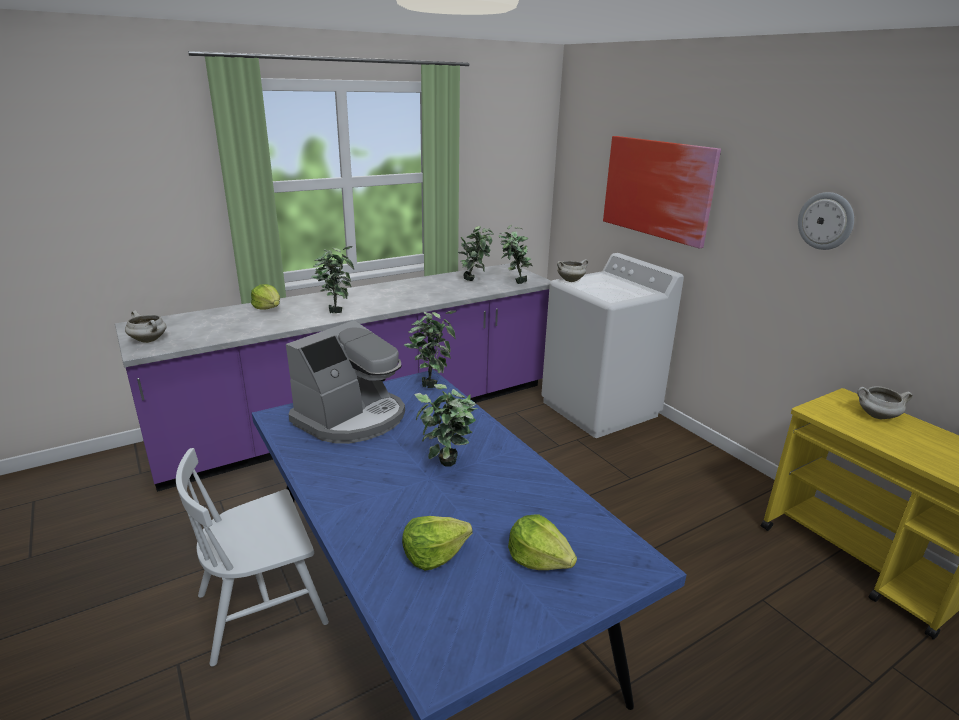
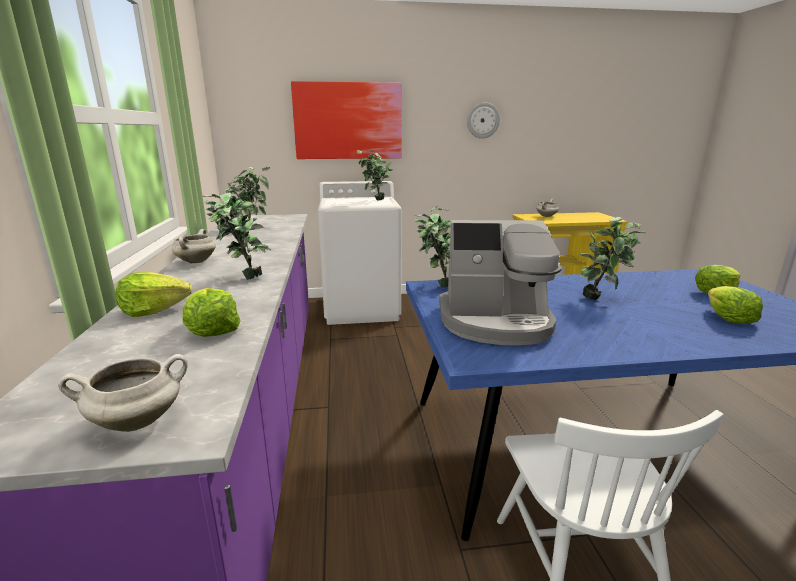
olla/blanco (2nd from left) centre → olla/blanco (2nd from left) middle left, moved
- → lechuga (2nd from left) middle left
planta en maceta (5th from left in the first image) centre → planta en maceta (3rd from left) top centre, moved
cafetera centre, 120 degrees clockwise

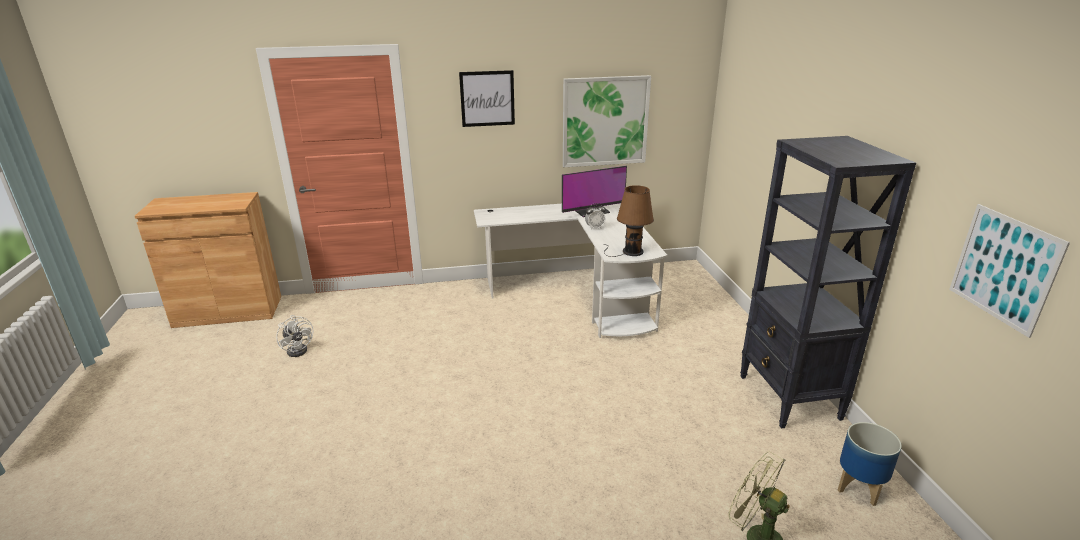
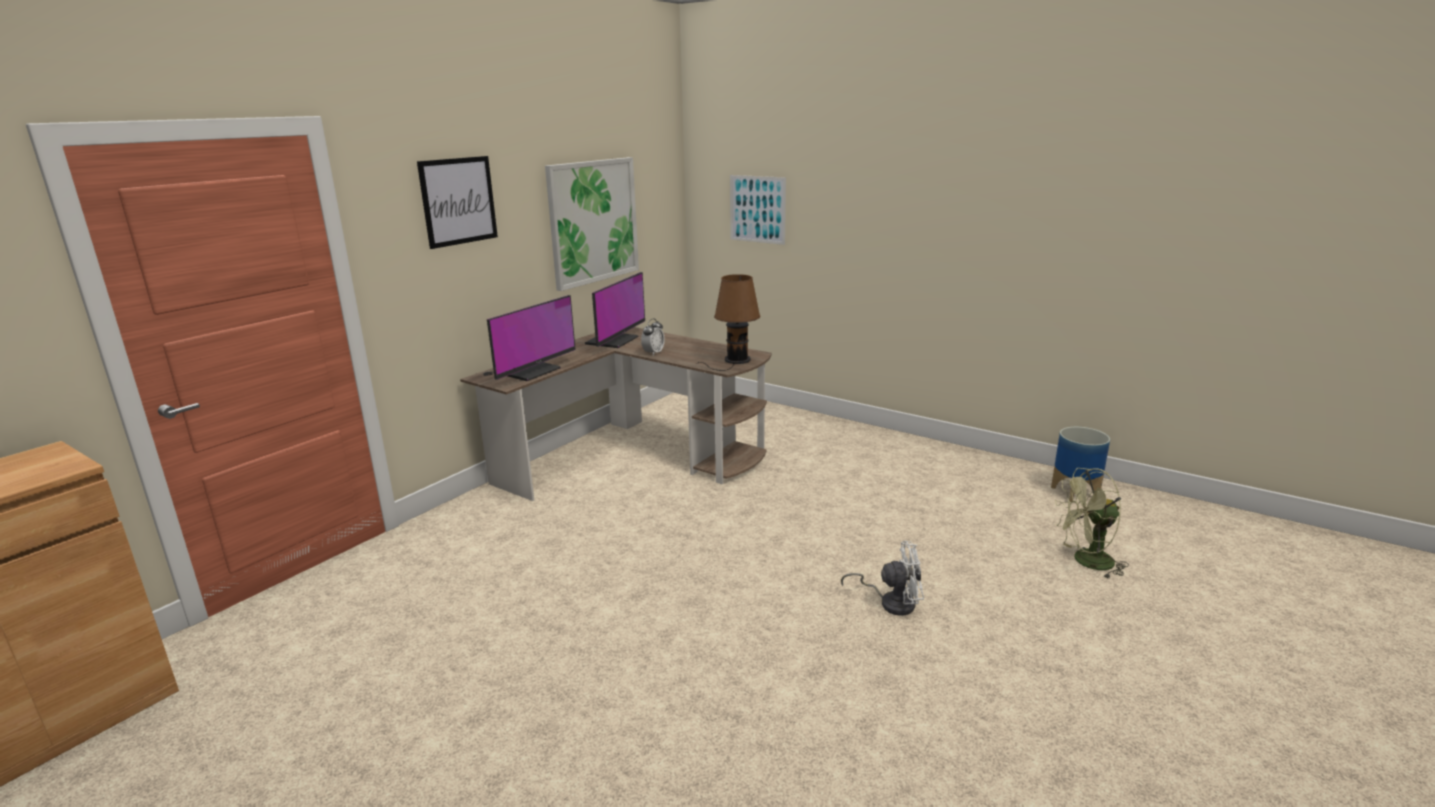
escritorio/blanco centre → escritorio/marrón centre
- → monitor (1st from left) centre
cuadro (3rd from left) middle right → cuadro (3rd from left) top centre, moved
ventilador/blanco middle left → ventilador/blanco bottom centre, moved
estantería/negro middle right → -

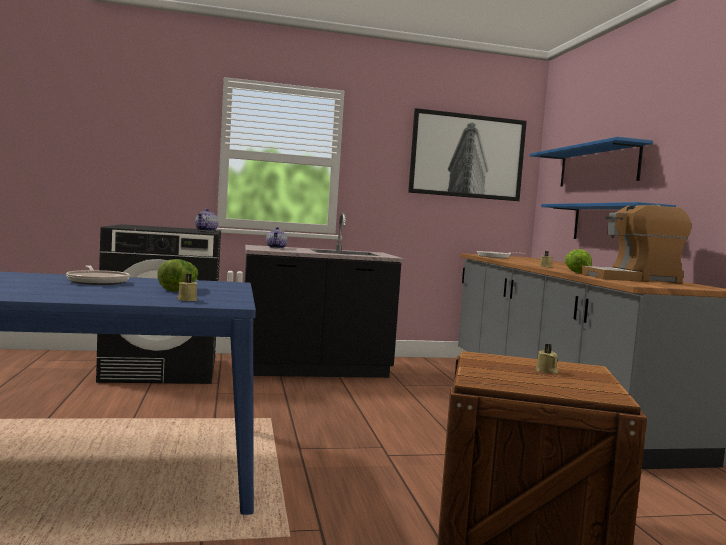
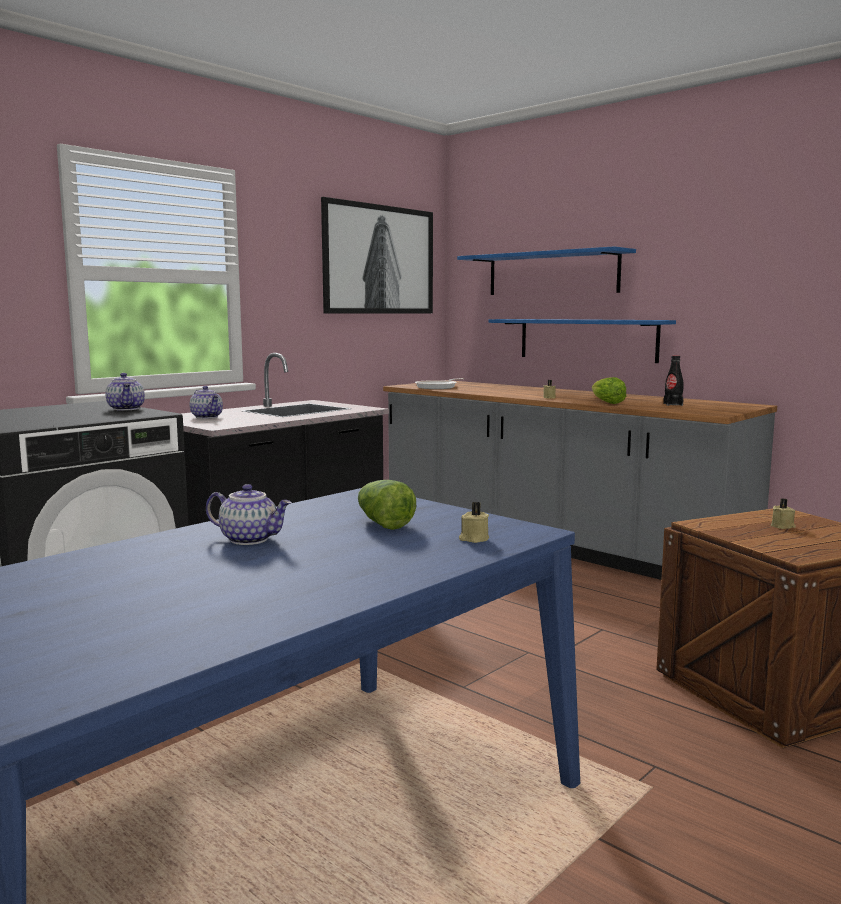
sartén (1st from left) middle left → tetera (3rd from left) middle left
cafetera middle right → botella/negro middle right

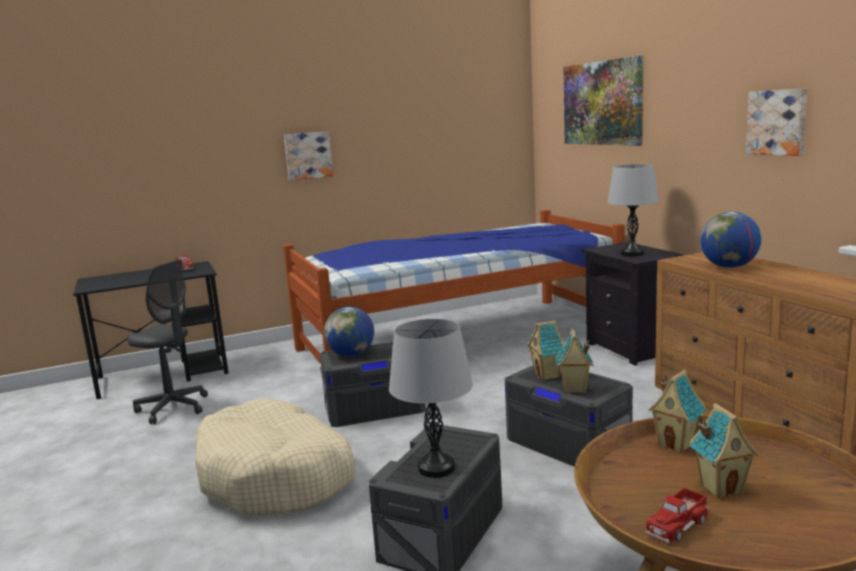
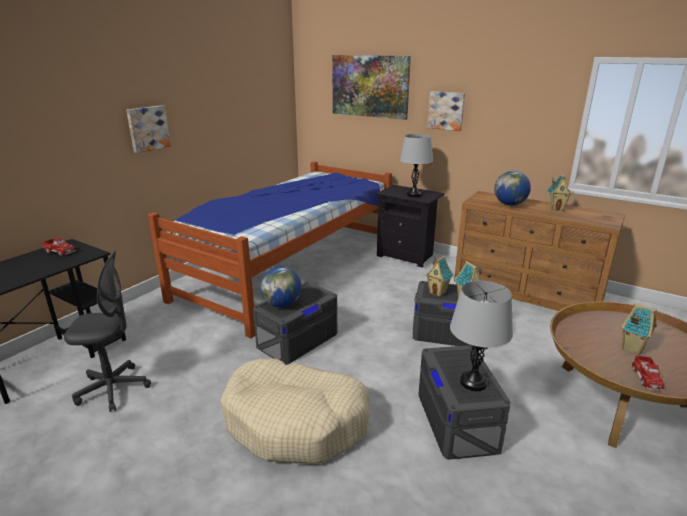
cuadro (3rd from left) top right → cuadro (3rd from left) top centre, moved
casita (3rd from left) bottom right → casita (3rd from left) middle right, moved

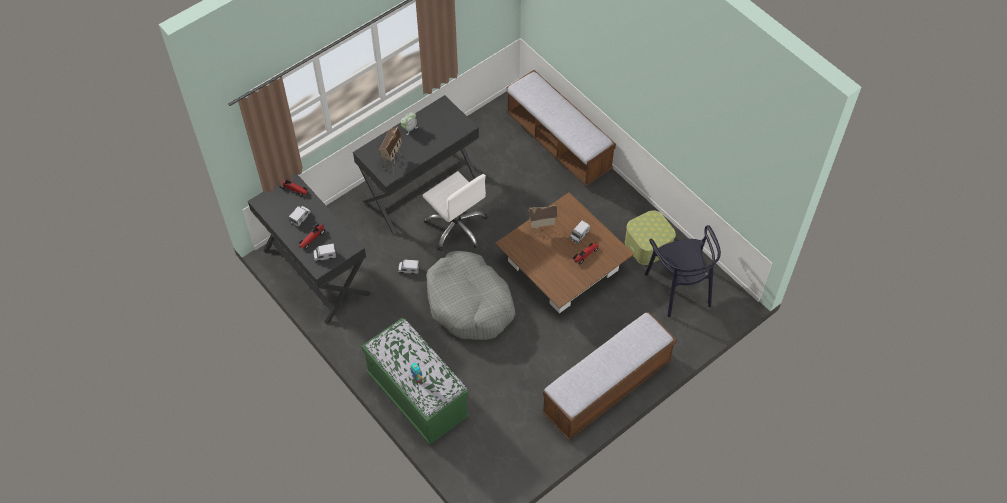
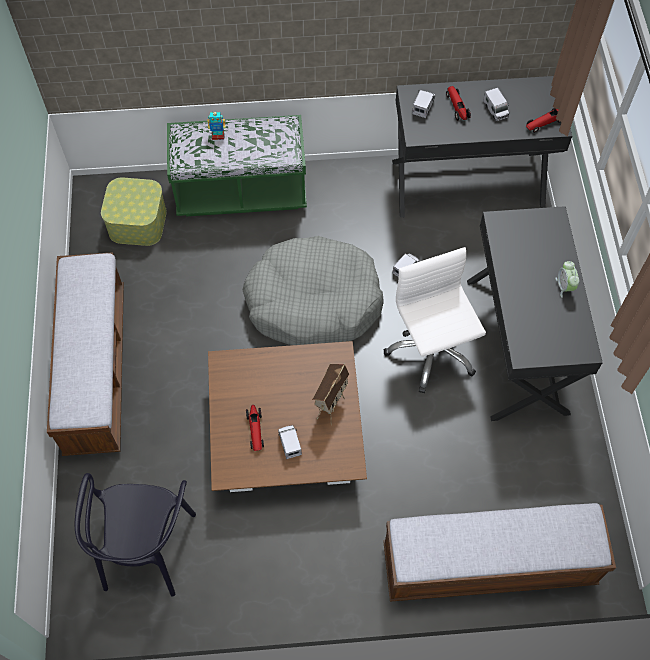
silla/negro middle right → silla/negro bottom left, 105 degrees counterclockwise
caja de almacenaje centre → caja de almacenaje top left, moved
silla de oficina/blanco centre → silla de oficina/blanco middle right, 75 degrees clockwise
casita (1st from left) top centre → -

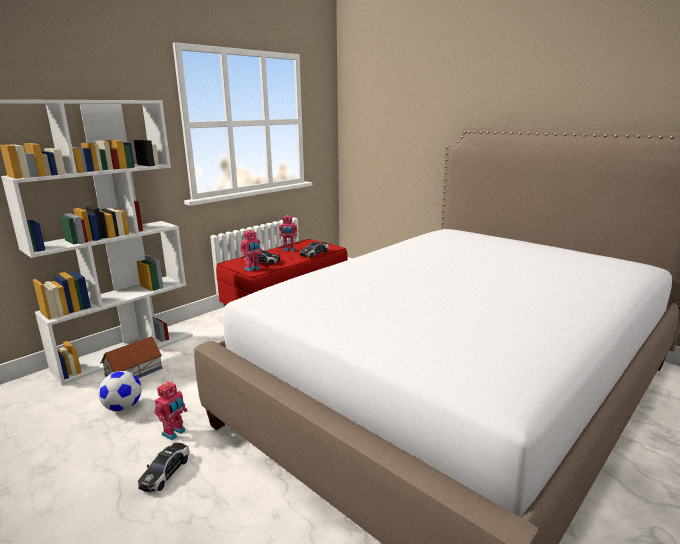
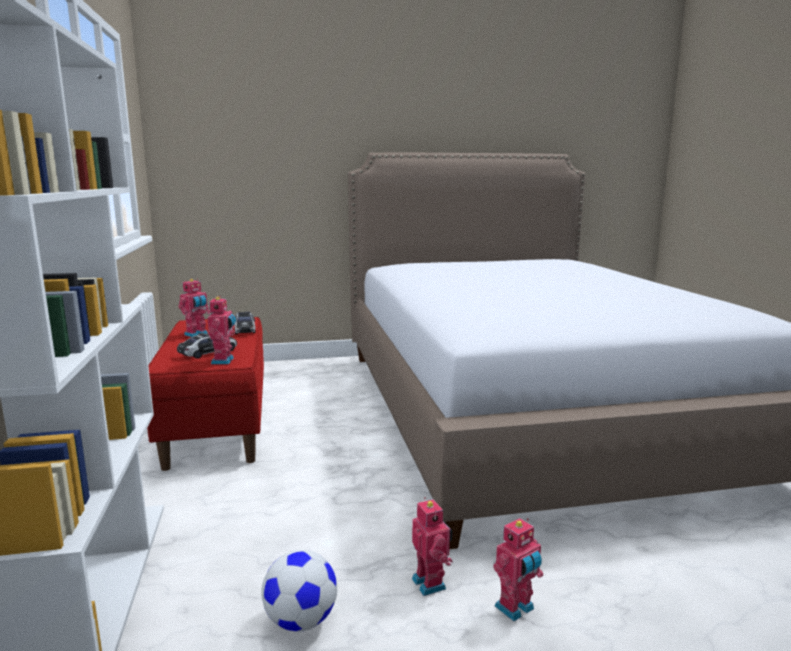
coche de juguete (1st from left) bottom left → robot de juguete (4th from left) bottom centre
casita middle left → -

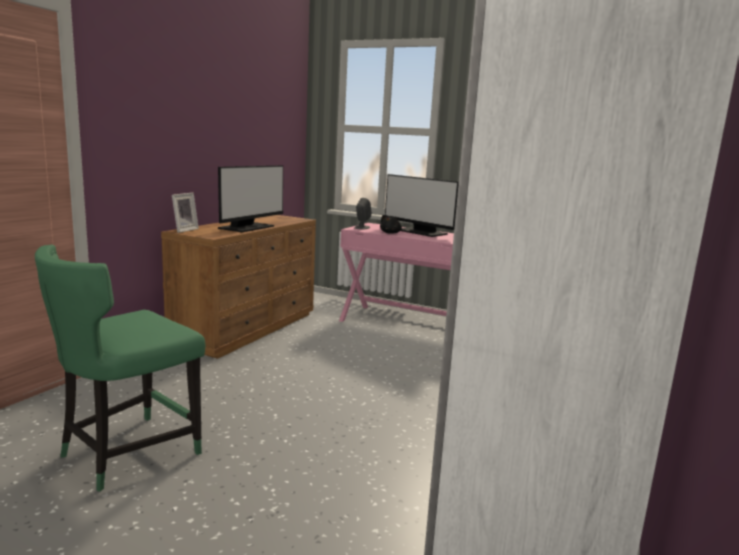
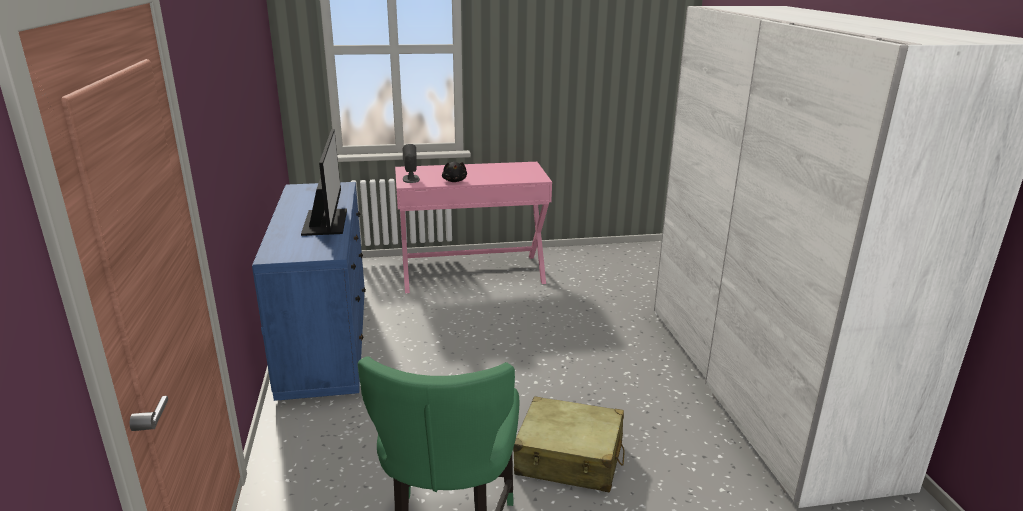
cómoda/marrón middle left → cómoda/azul middle left
- → maleta/beis bottom centre
portarretratos middle left → -
monitor (2nd from left) centre → -

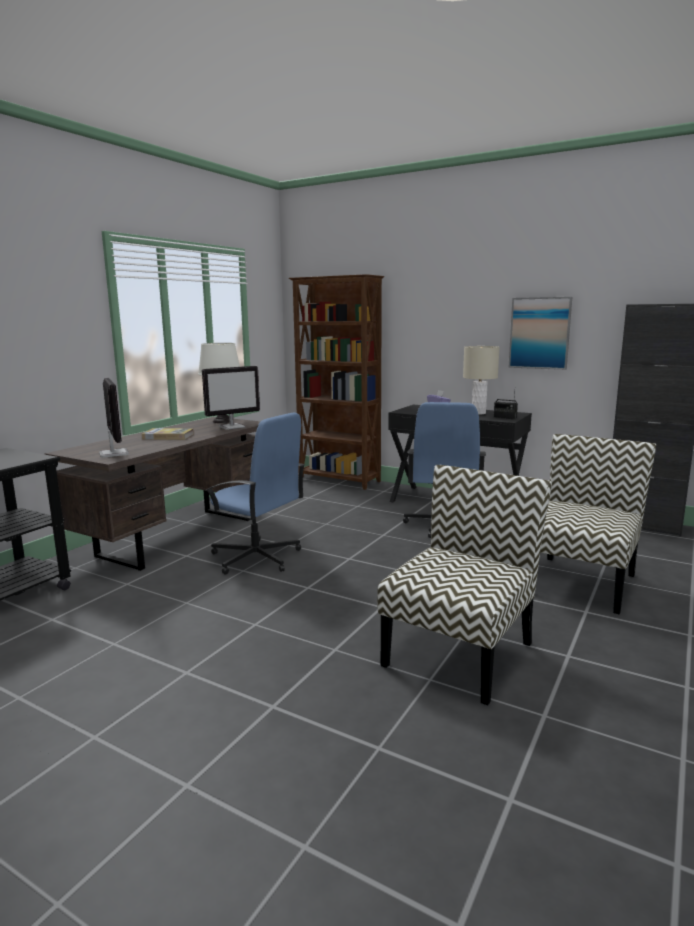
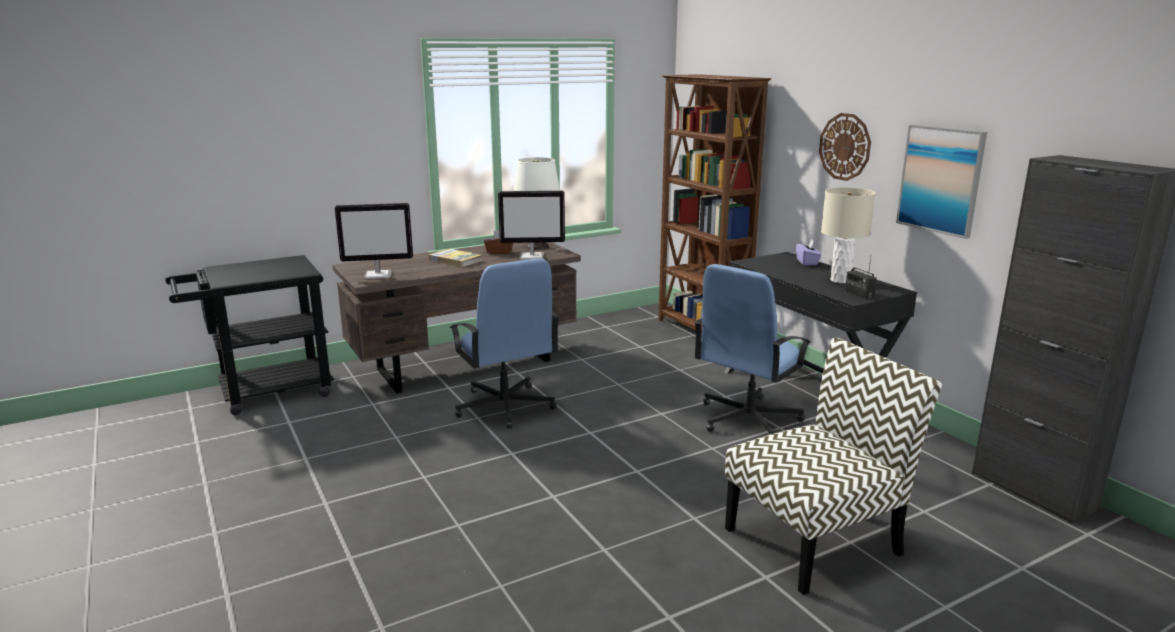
monitor (1st from left) middle left, 75 degrees clockwise
- → caja de pañuelos/marrón centre
- → reloj de pared top right
silla (1st from left) middle right → -

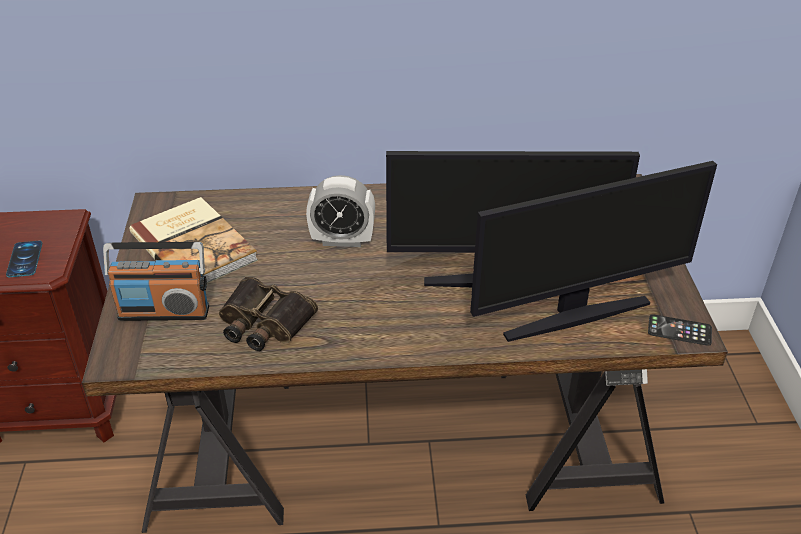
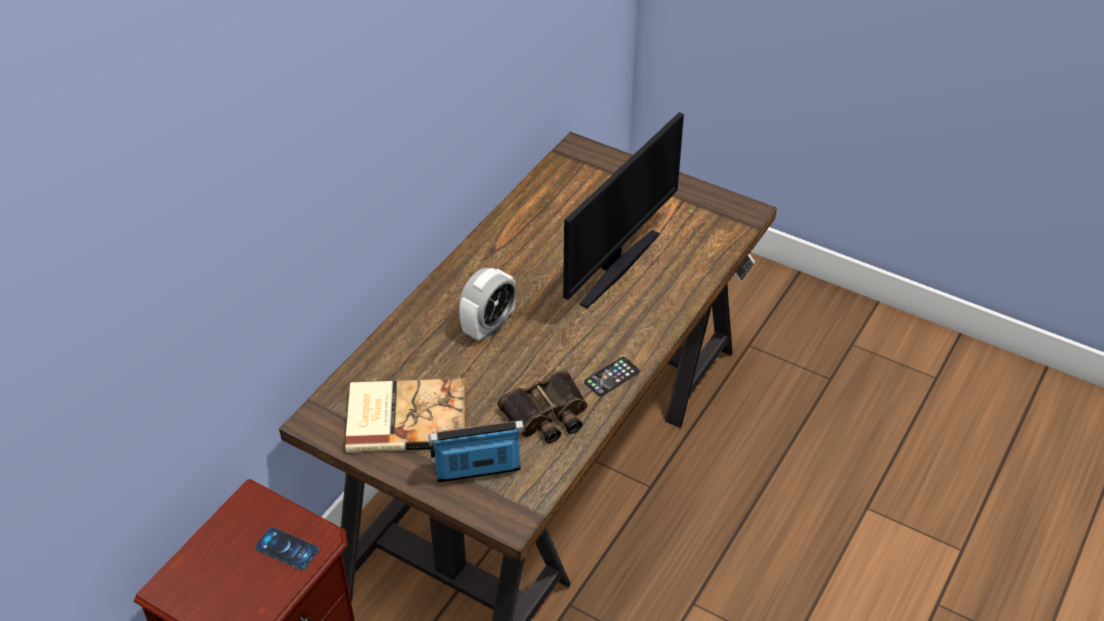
radio middle left → radio bottom centre, 135 degrees counterclockwise
móvil (2nd from left) middle right → móvil (2nd from left) centre, moved
monitor (2nd from left) middle right → -

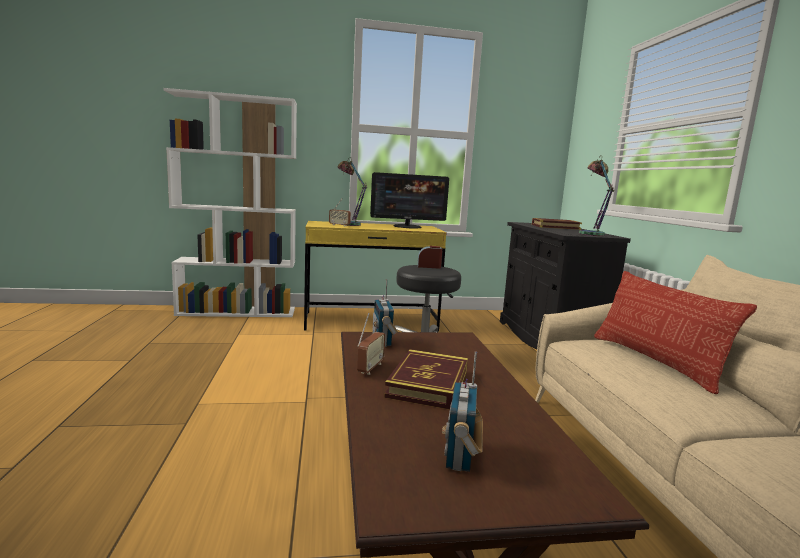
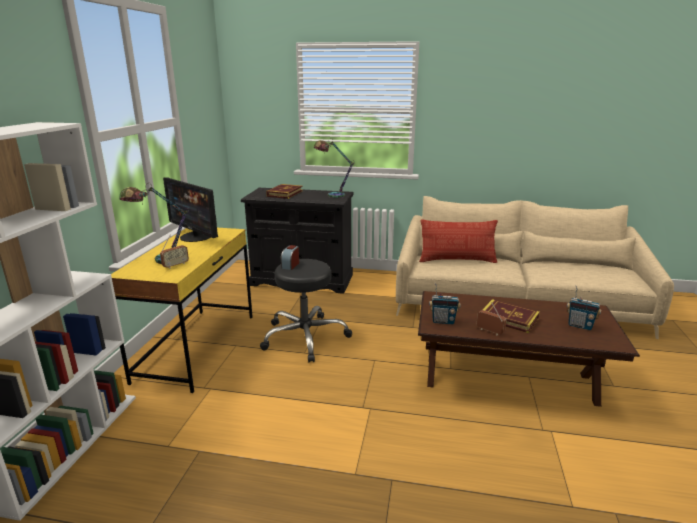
monitor centre → monitor middle left, 120 degrees clockwise

